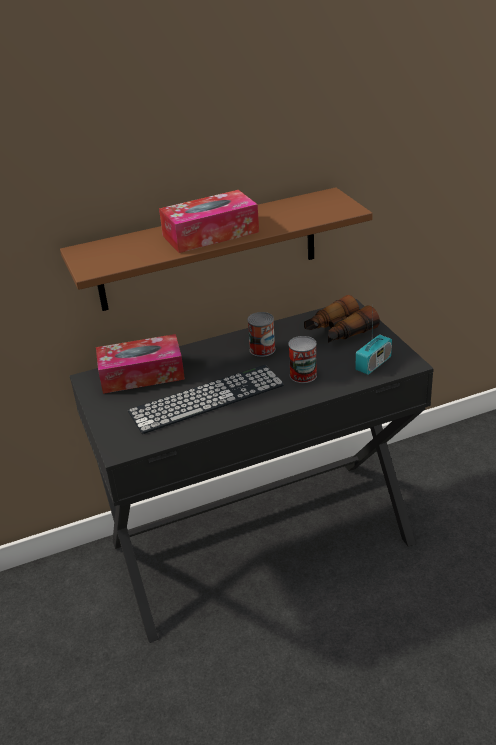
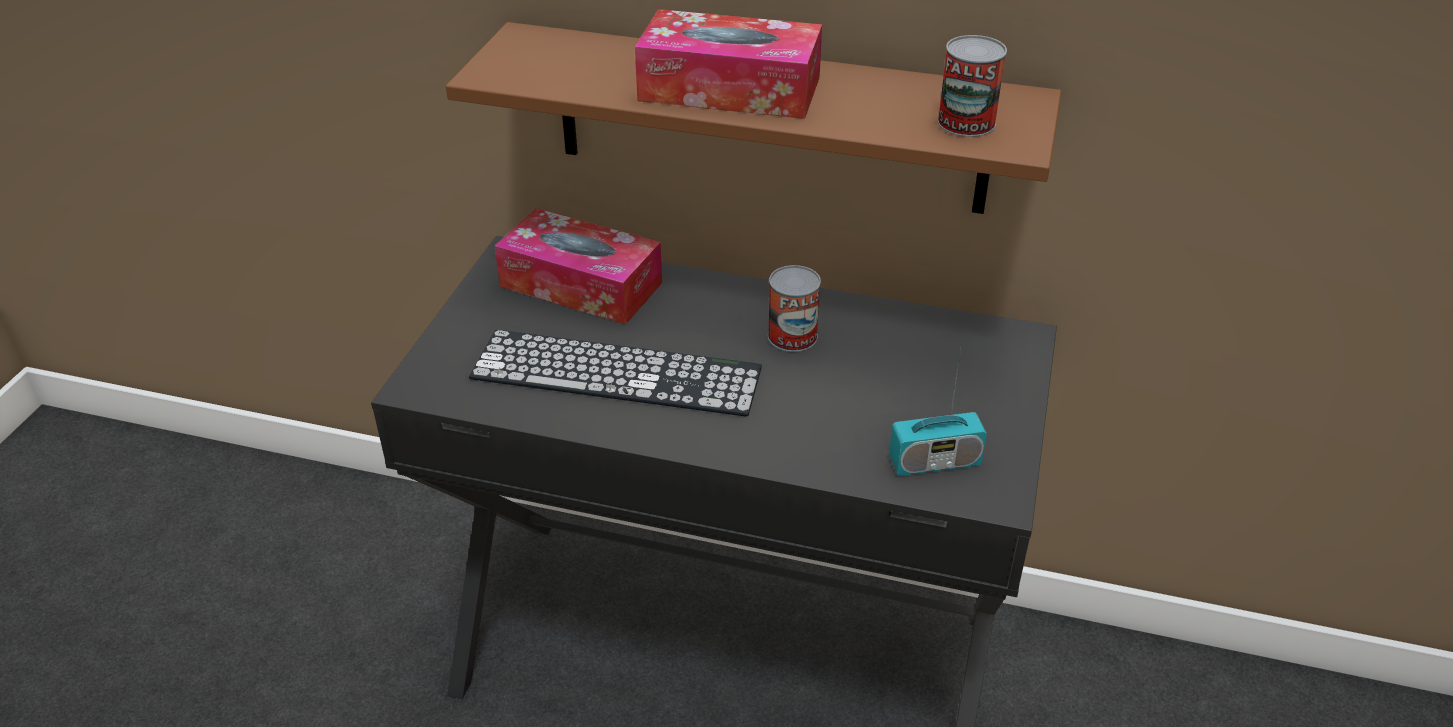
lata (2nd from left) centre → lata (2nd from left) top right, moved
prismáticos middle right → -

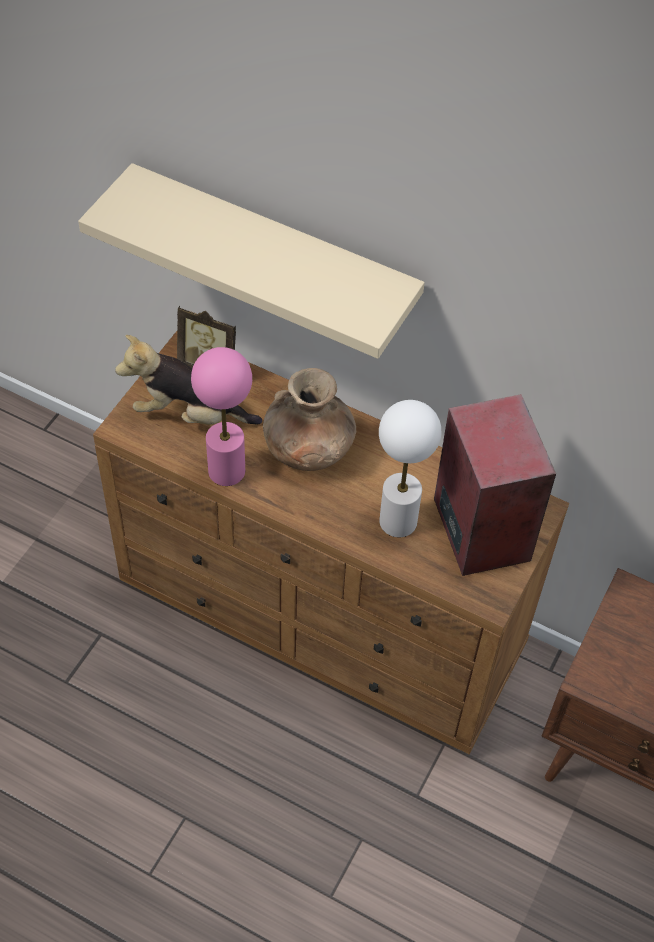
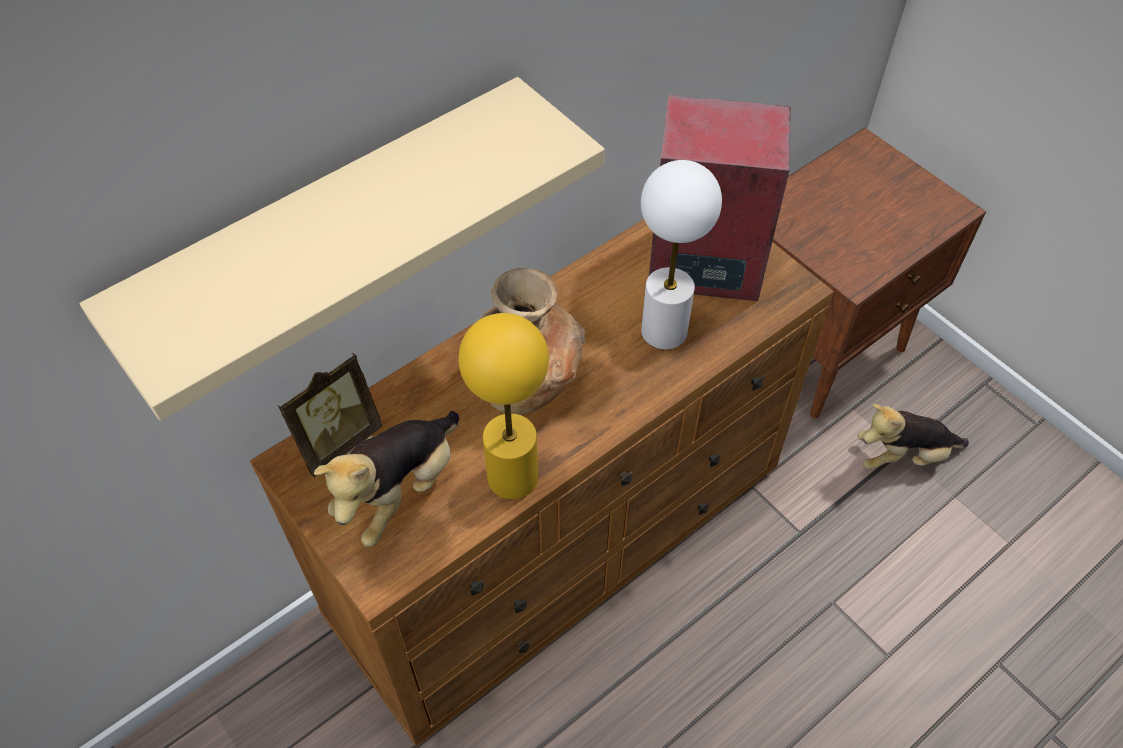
lámpara de mesa/rosa centre → lámpara de mesa/amarillo centre
- → peluche (2nd from left) middle right

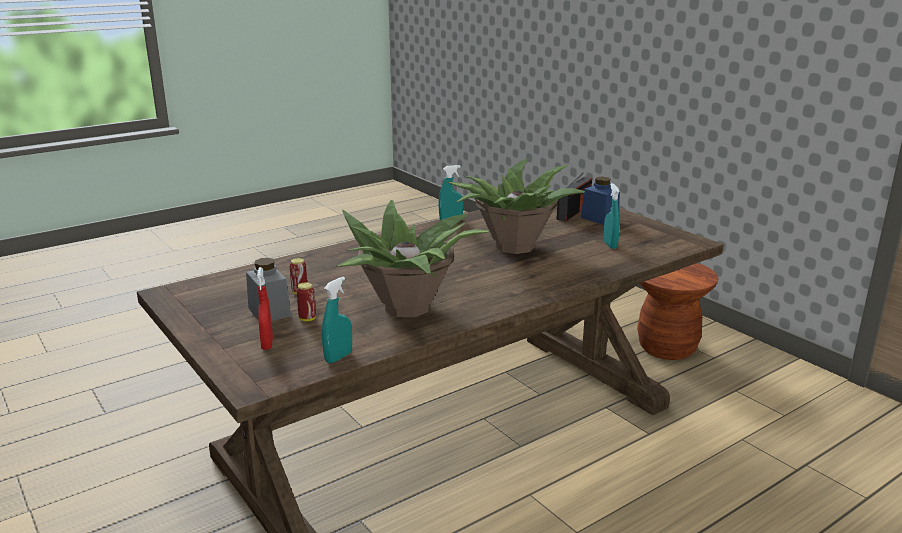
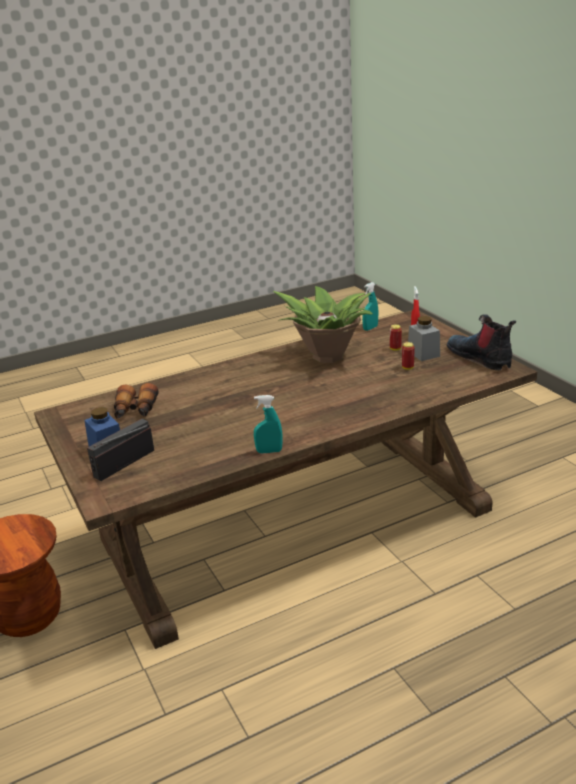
pulverizador/turquesa (3rd from left) middle right → prismáticos middle left
- → bota middle right
planta en maceta (2nd from left) centre → -

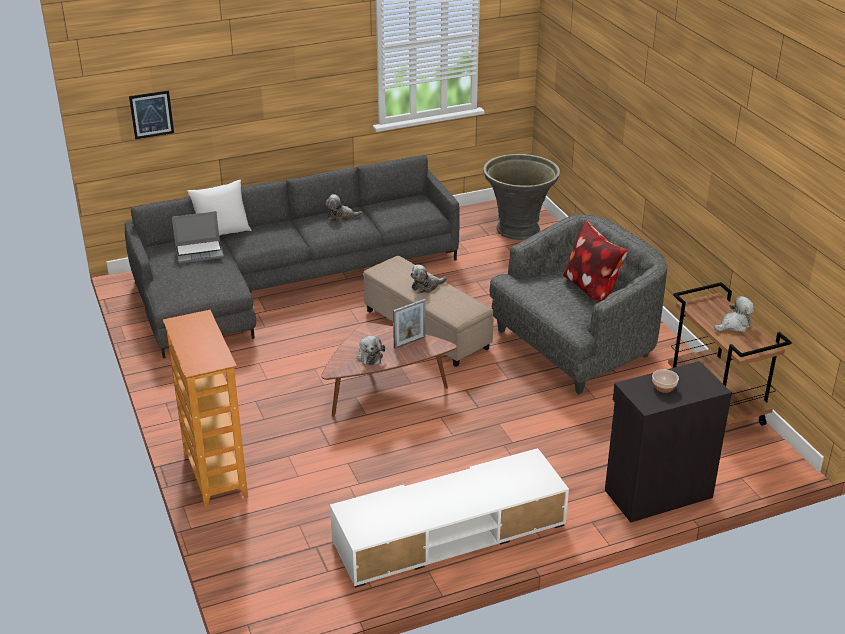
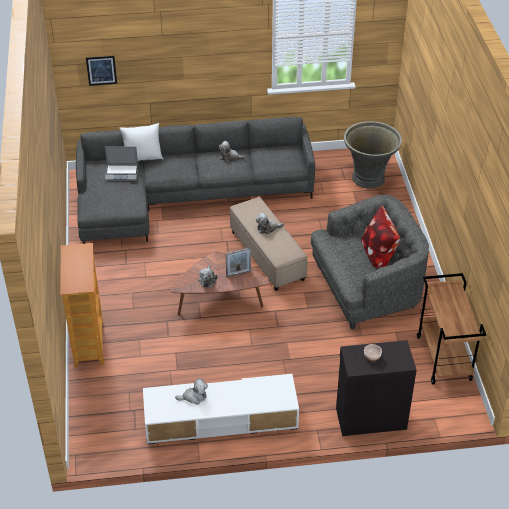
peluche (4th from left in the first image) middle right → peluche (1st from left) bottom centre, moved

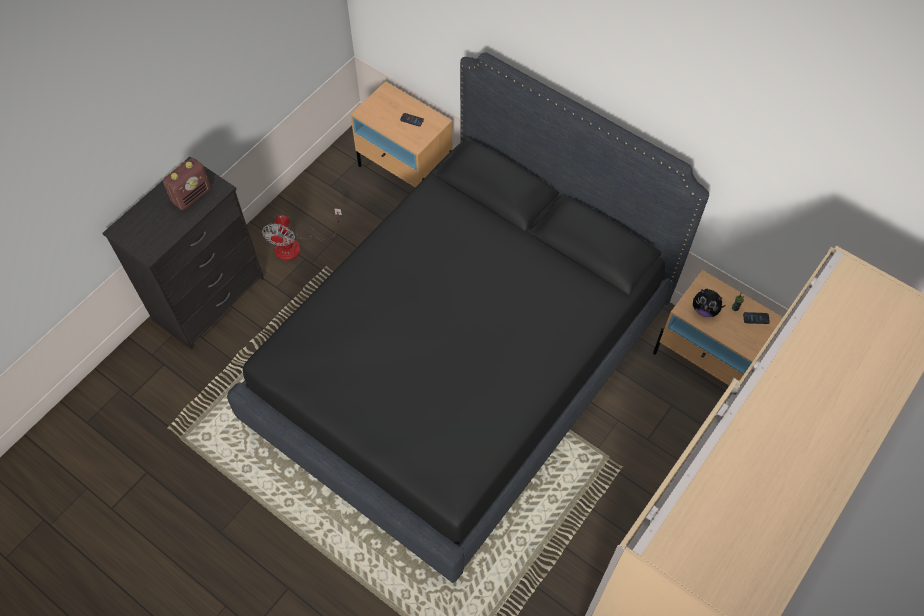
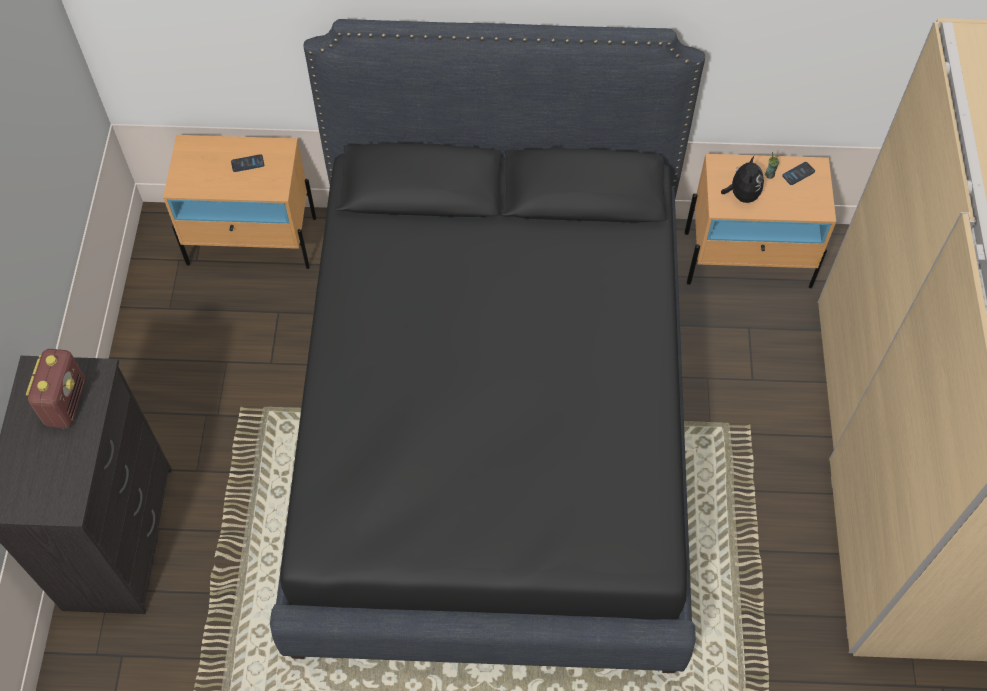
peluche middle right → peluche top right, 75 degrees counterclockwise
ventilador middle left → -

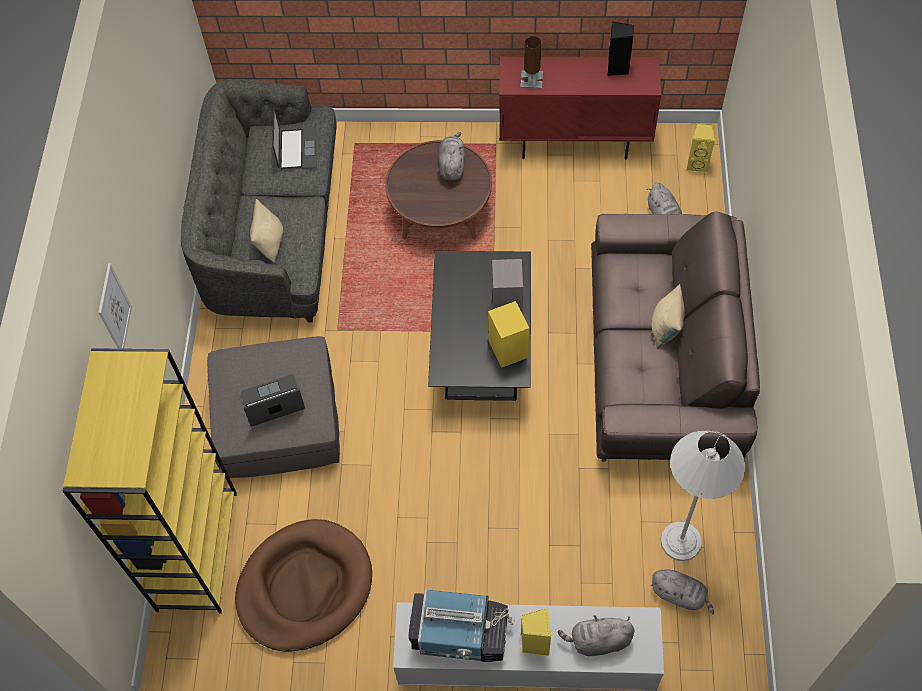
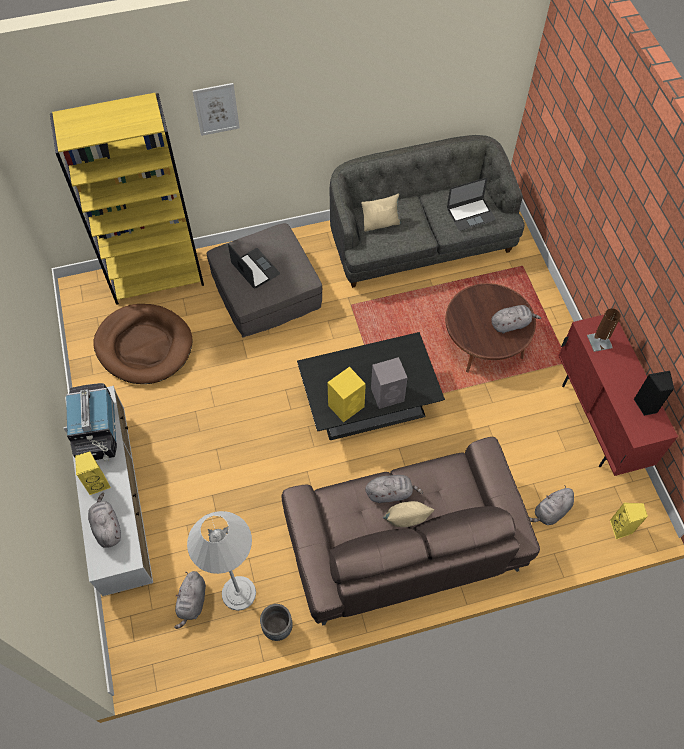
- → maceta/gris bottom centre
- → peluche/gris (3rd from left) centre

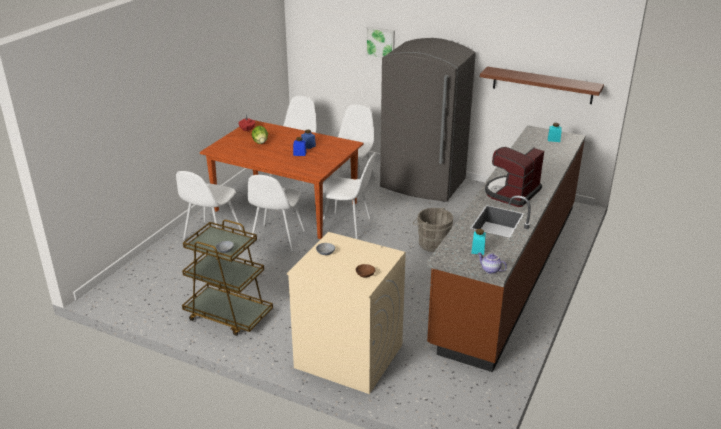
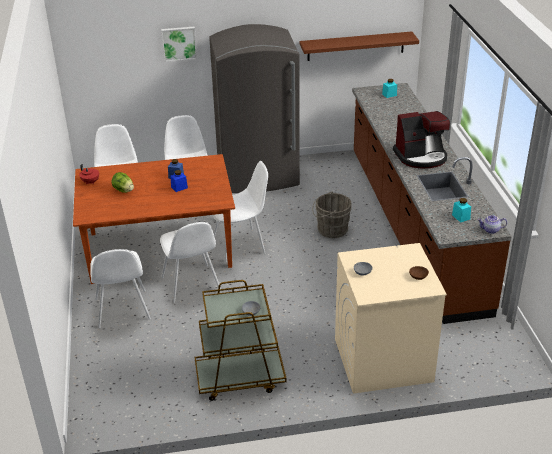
cafetera middle right → cafetera top right, 105 degrees counterclockwise

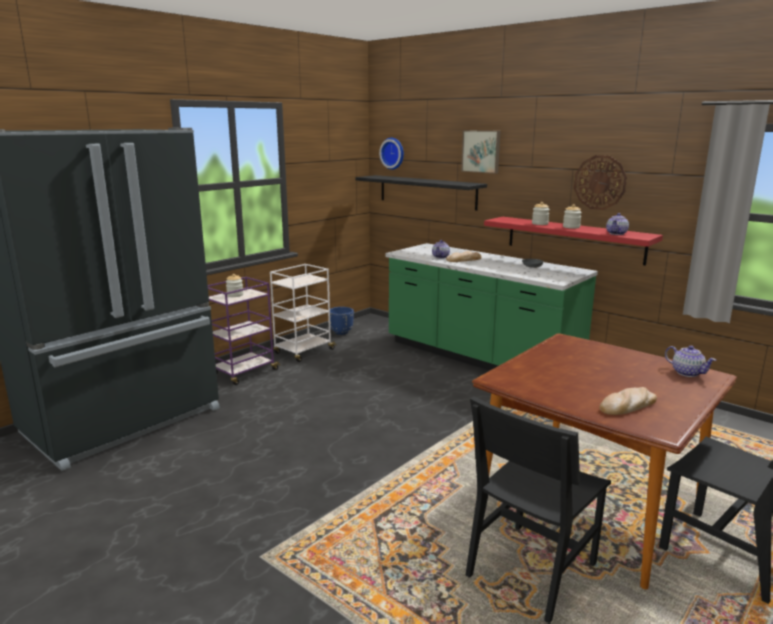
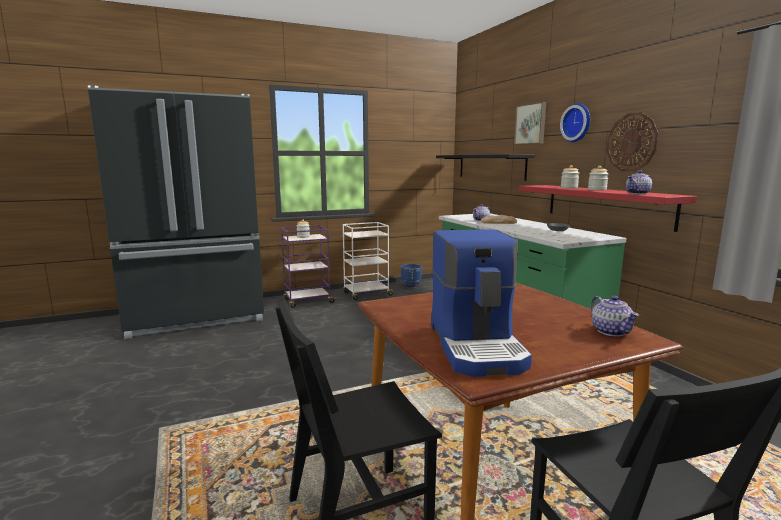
pan (2nd from left) middle right → cafetera centre
reloj de pared (1st from left) top centre → reloj de pared (1st from left) top right, moved

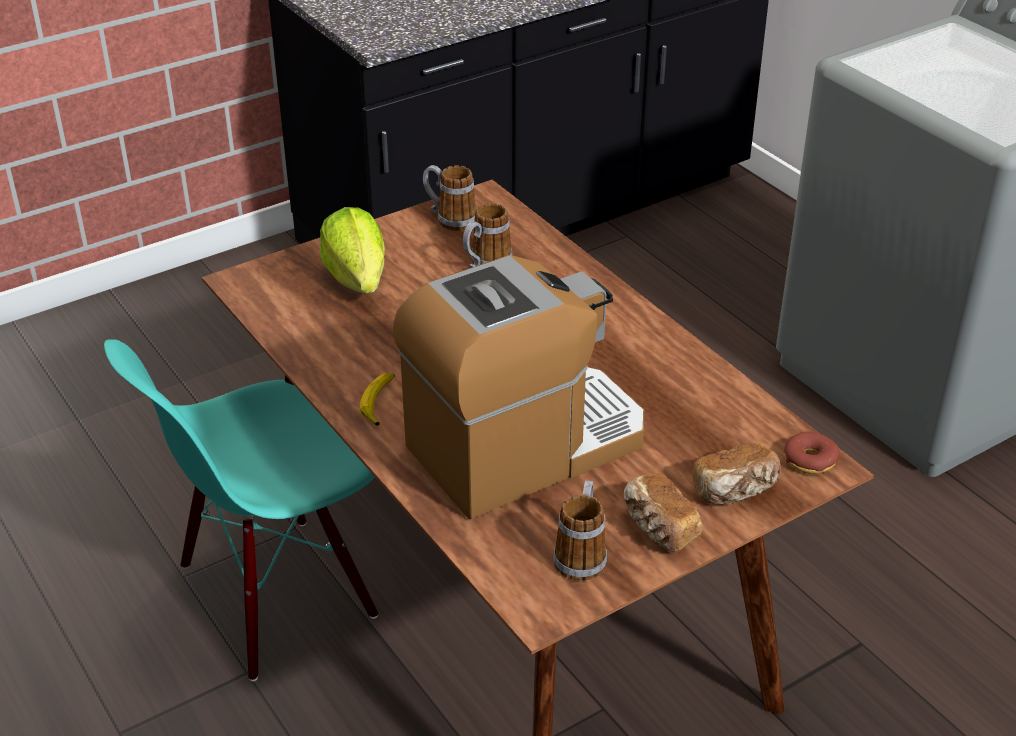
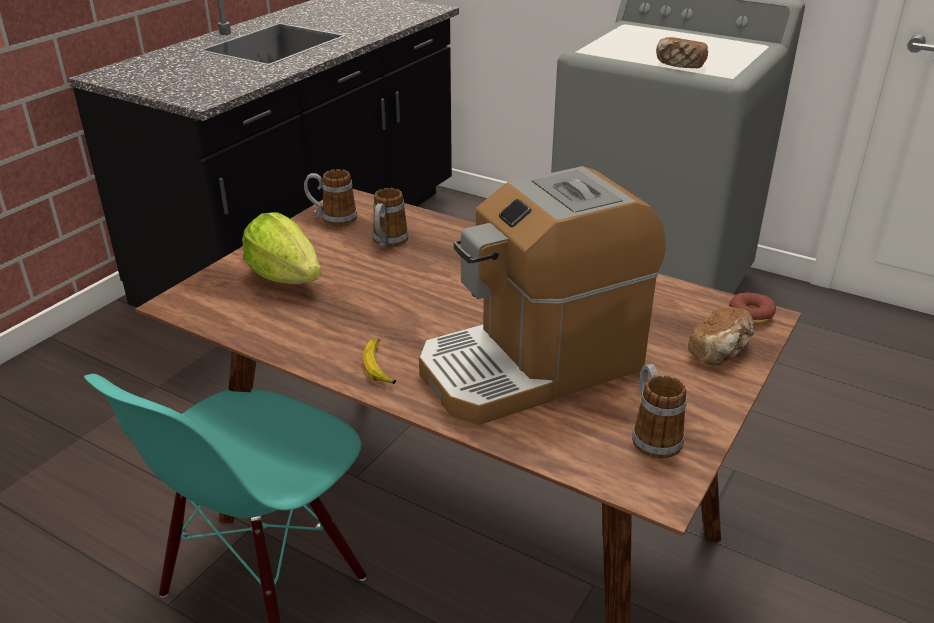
cafetera centre, 150 degrees counterclockwise
pan (1st from left) bottom centre → pan (1st from left) top right, moved

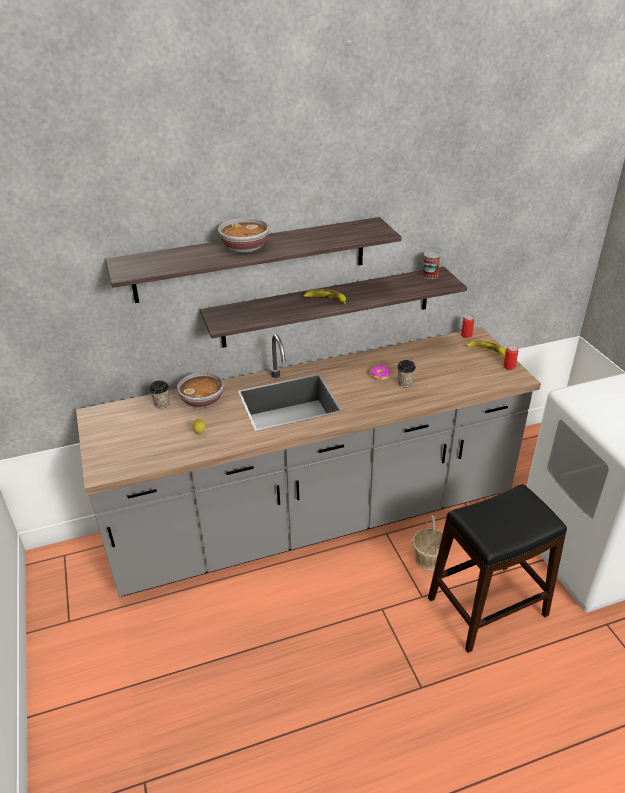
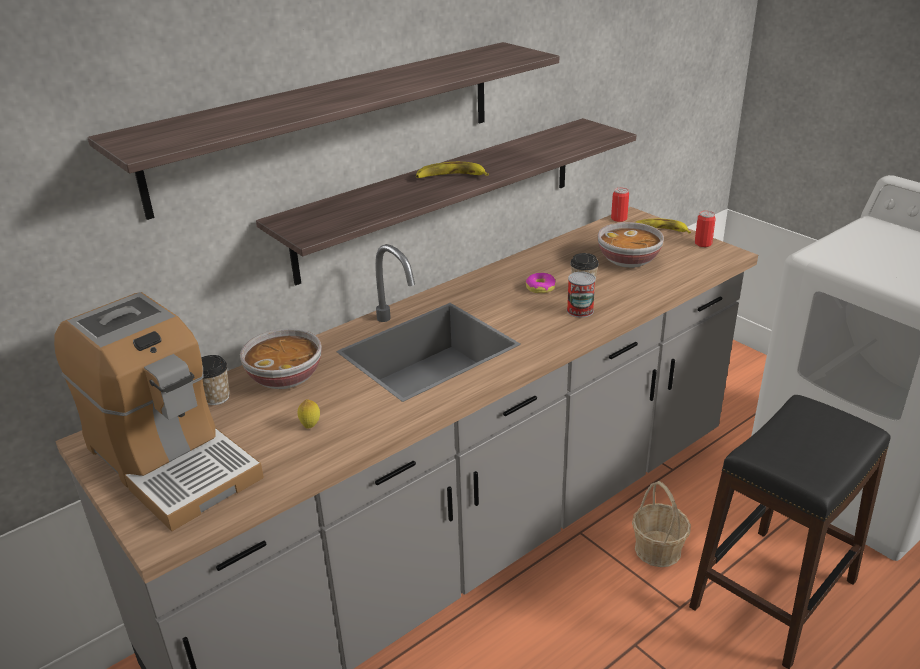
- → cafetera middle left
lata (1st from left) middle right → lata (1st from left) centre, moved
cuenco (2nd from left) top centre → cuenco (2nd from left) middle right, moved

